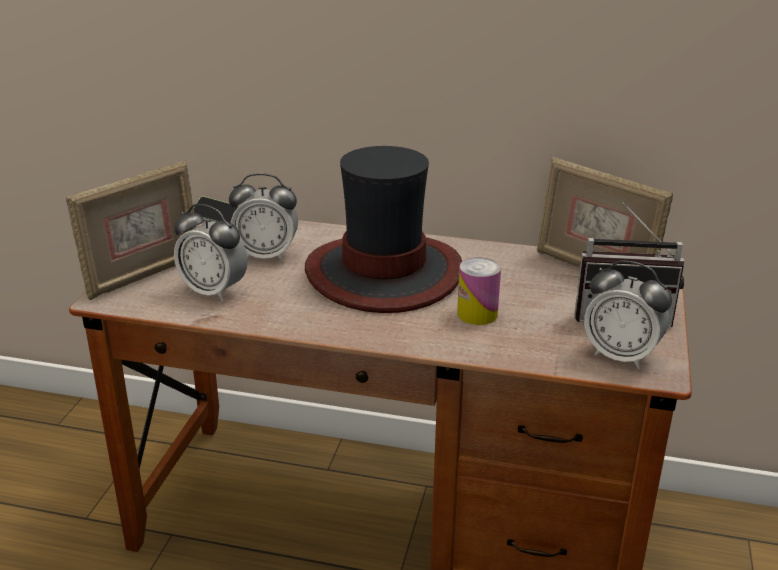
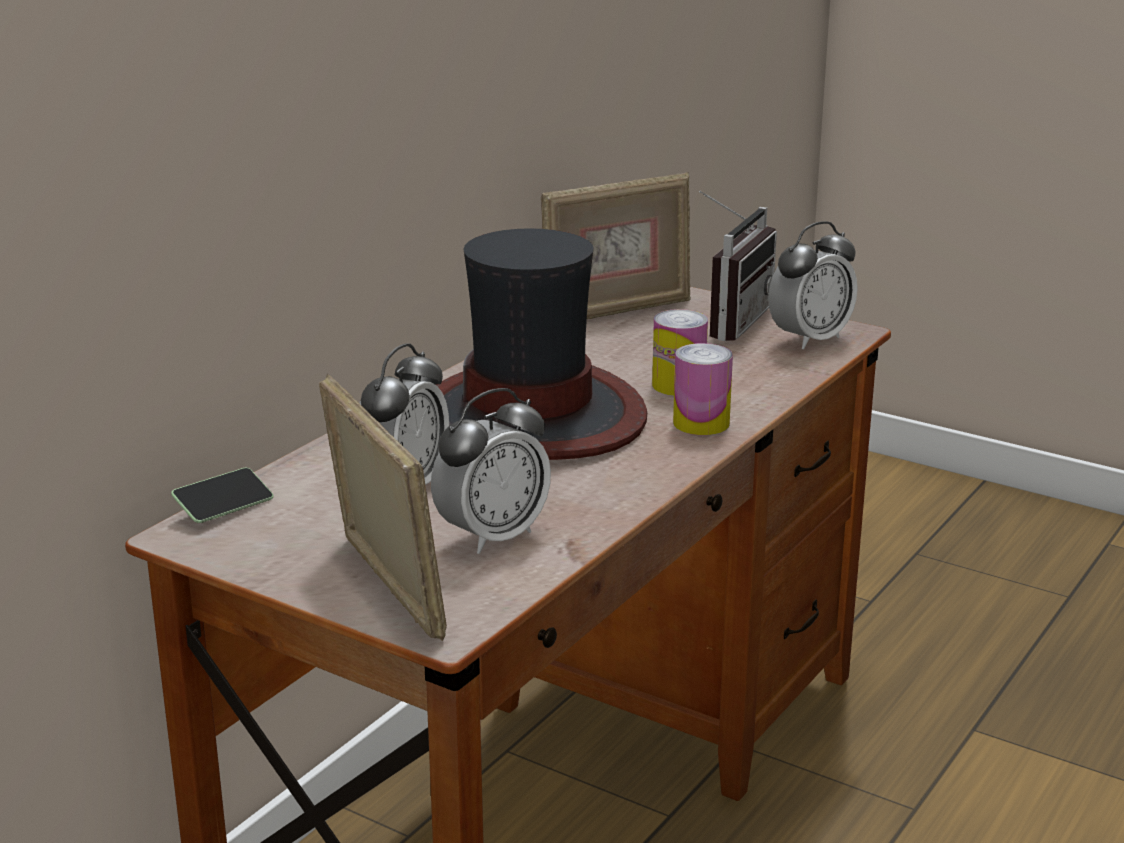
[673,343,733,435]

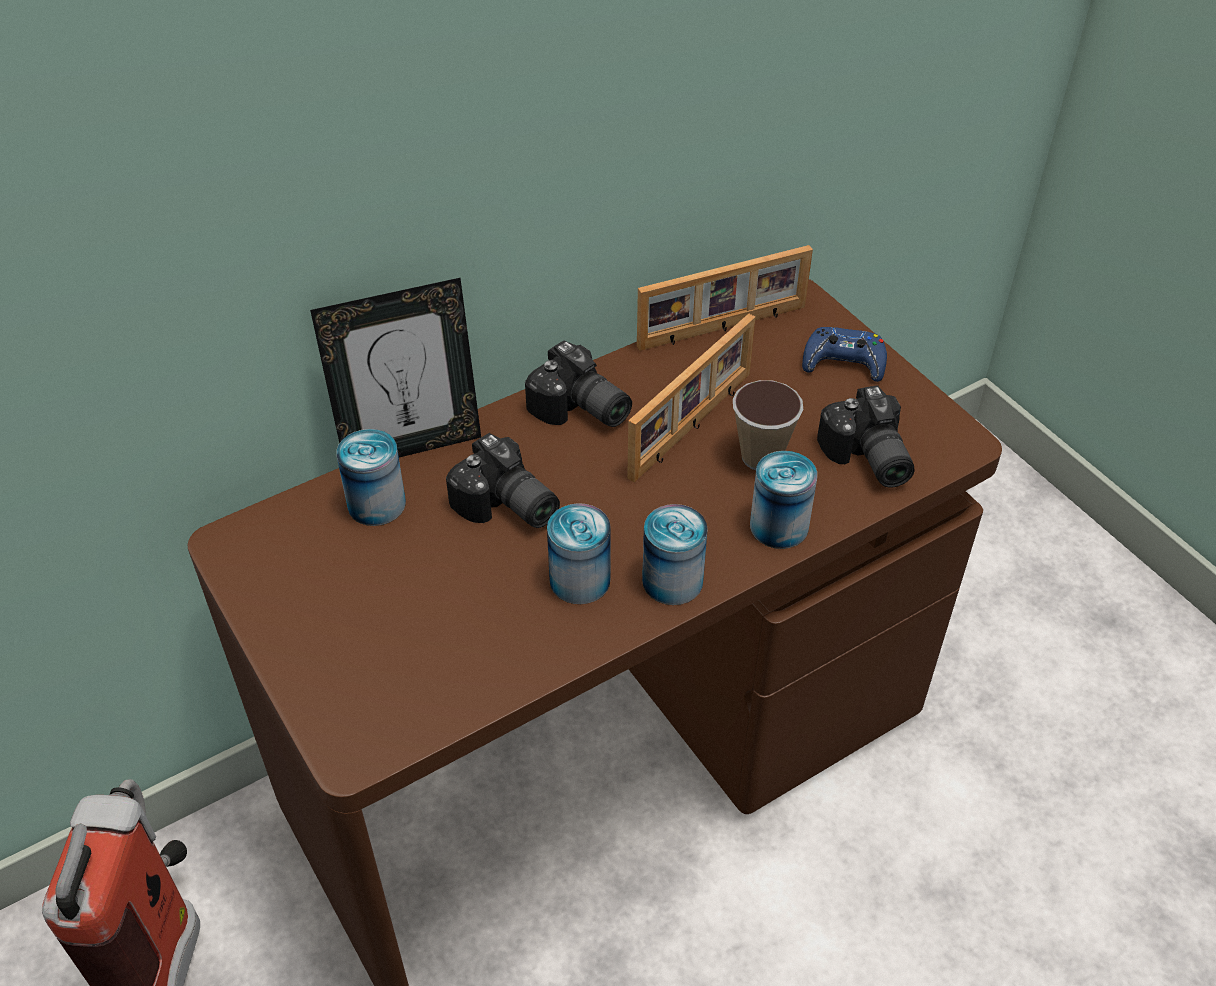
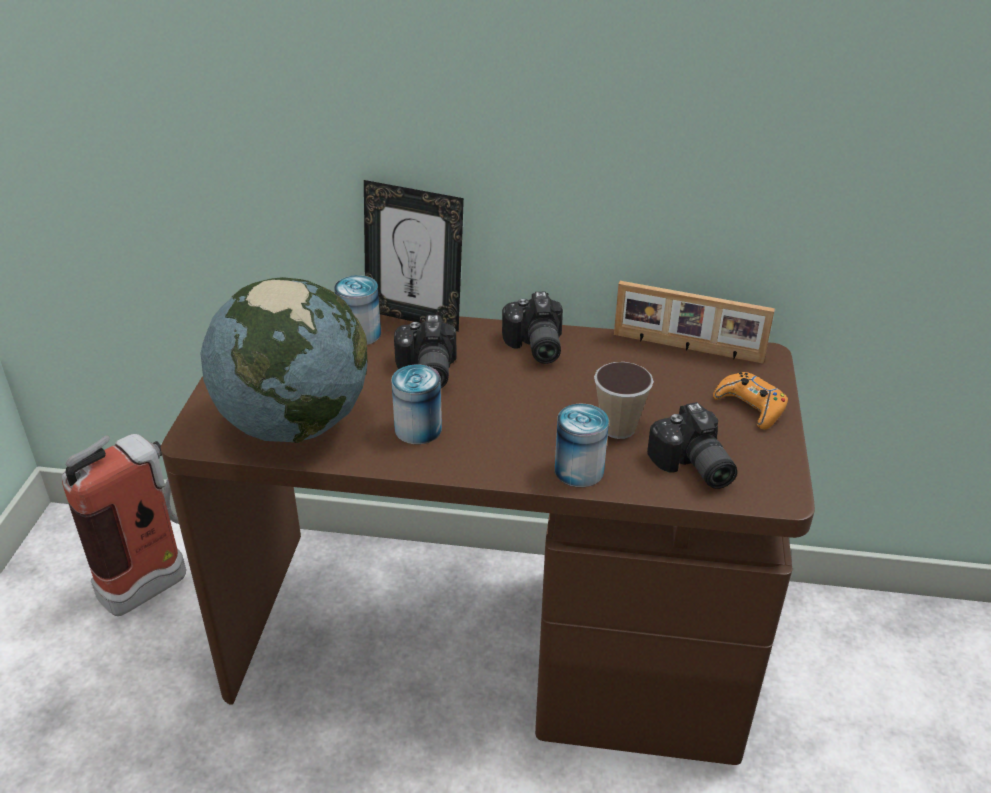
[627,313,756,482] (first image)
[642,504,708,605] (first image)
[200,277,368,443]
[713,372,788,430]
[647,402,737,489]

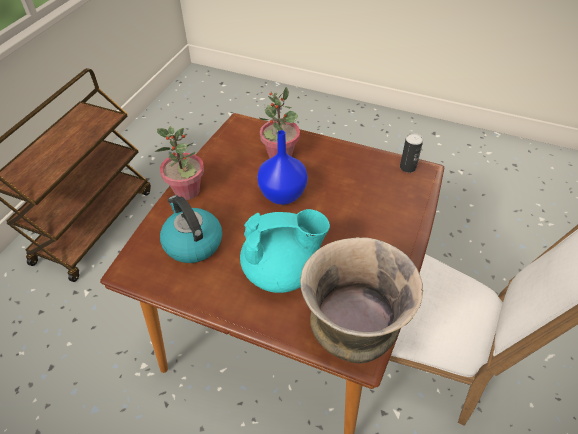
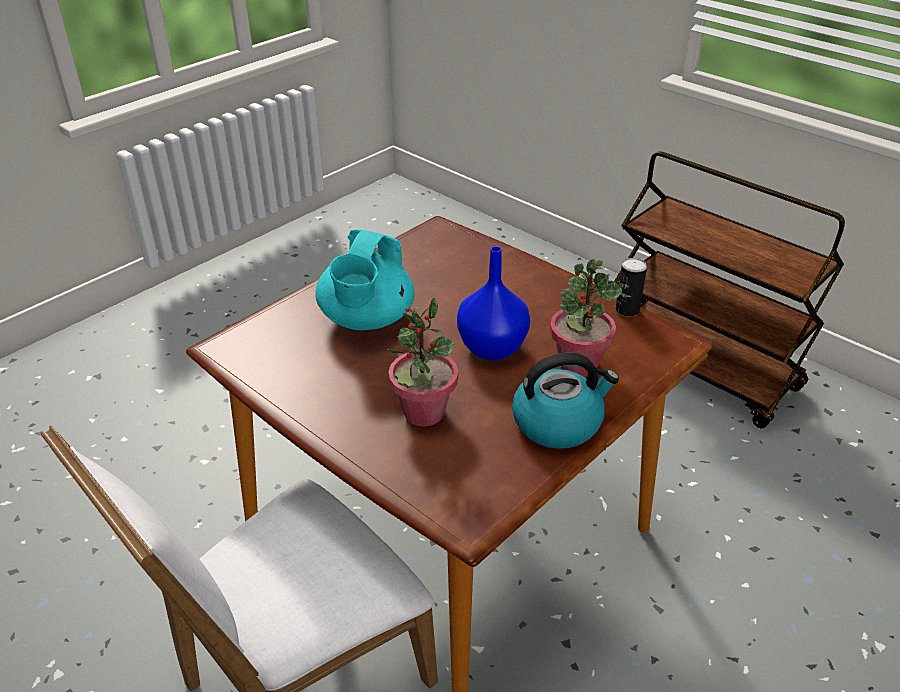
[300,237,423,363] (first image)
[387,297,458,426]
[512,353,619,449]
[616,258,647,317]

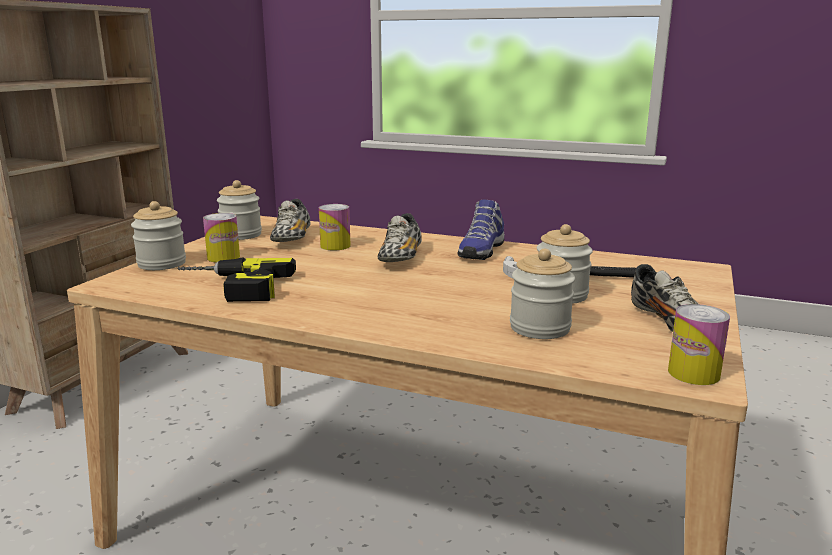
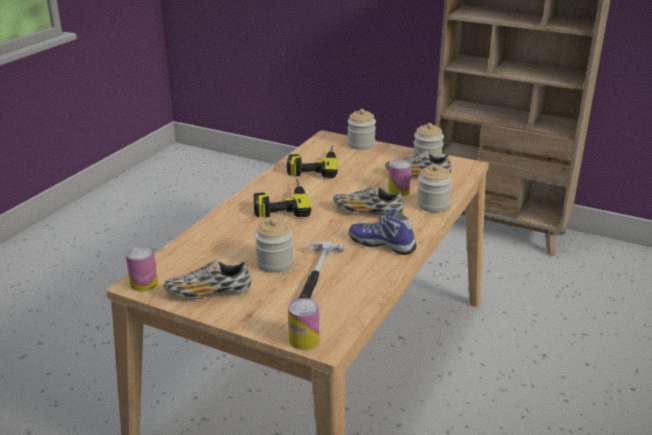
[254,179,311,218]
[288,298,319,350]
[417,164,452,212]

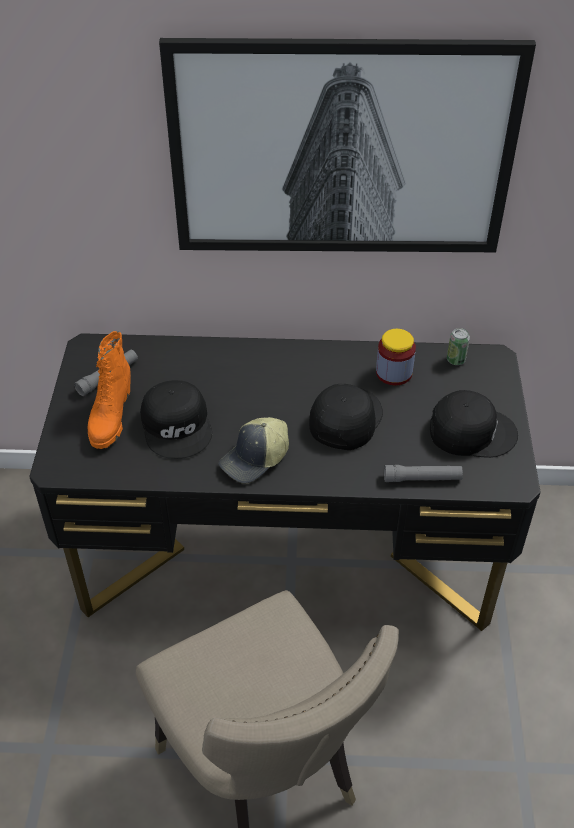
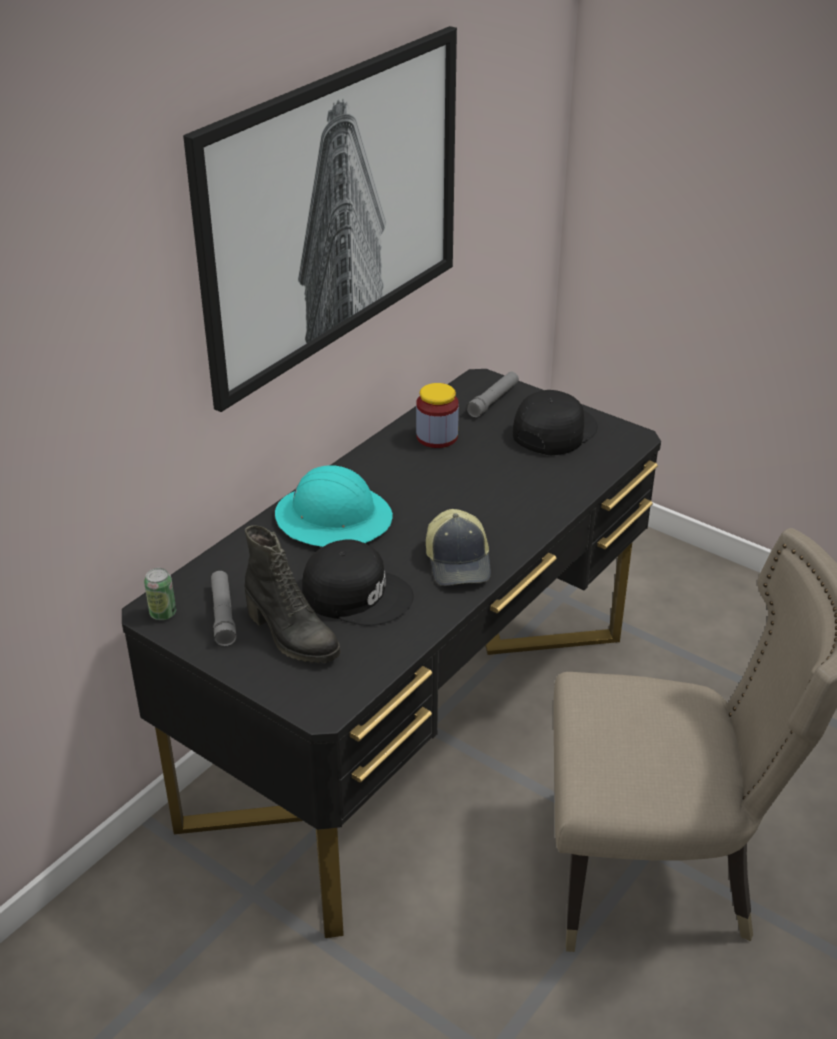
[309,384,383,450] (first image)
[275,465,393,547]
[466,372,519,418]
[144,568,176,620]
[244,525,341,663]

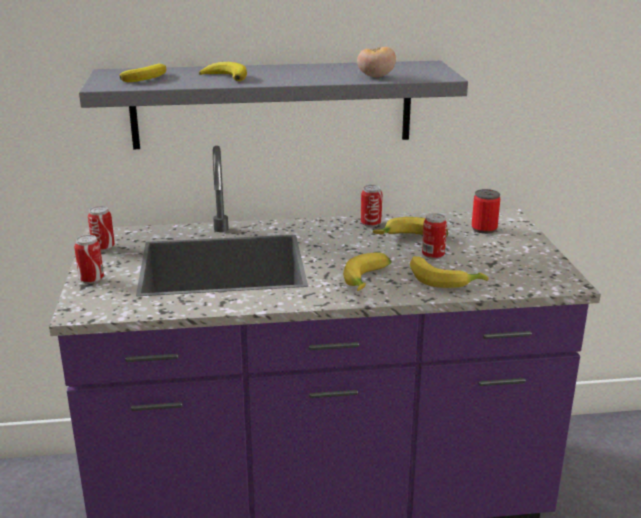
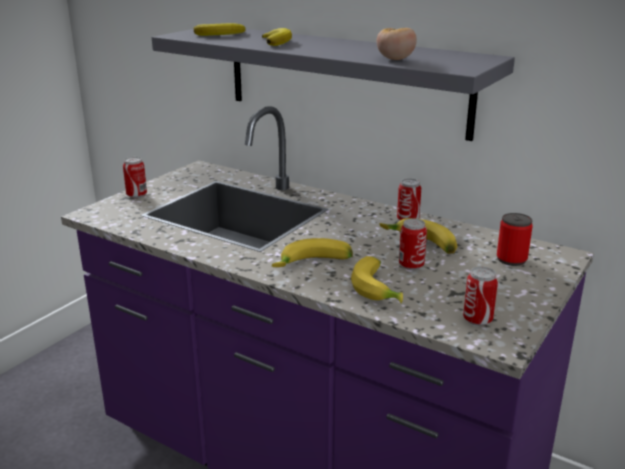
[463,267,498,326]

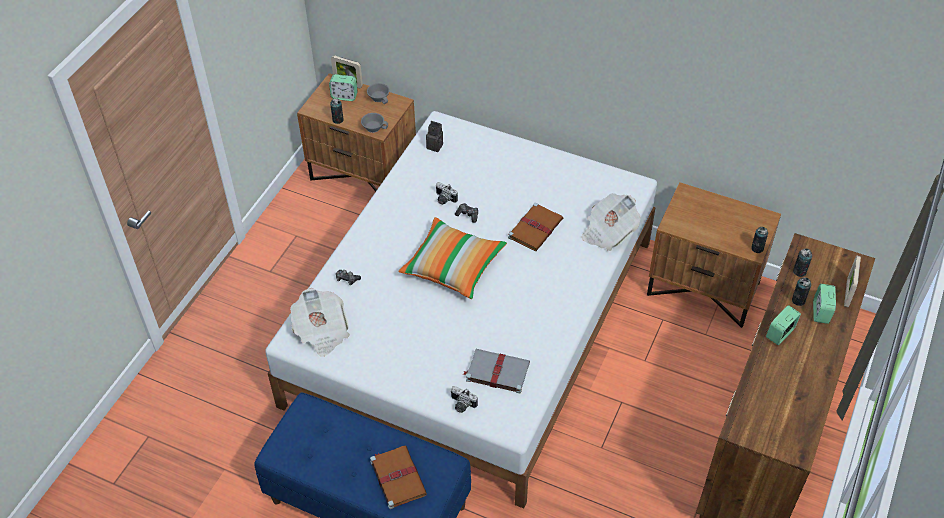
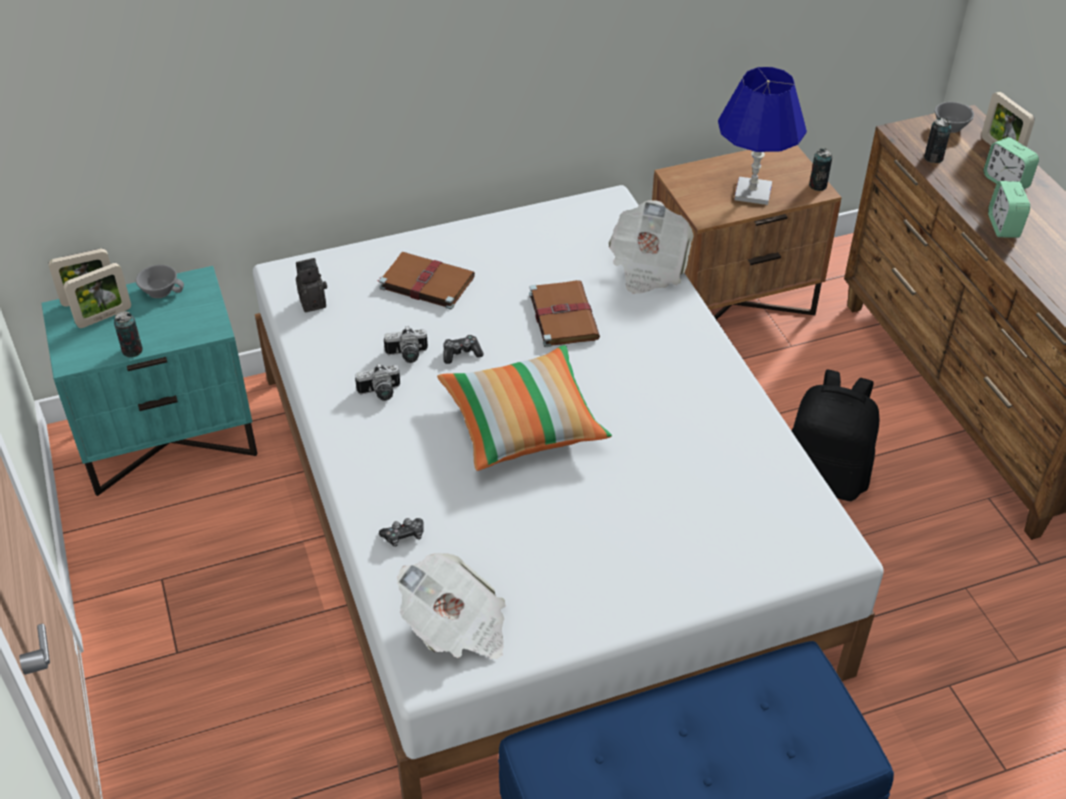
[463,349,530,394] (first image)
[792,277,811,306] (first image)
[718,67,807,205]
[792,370,879,501]
[935,102,974,133]
[378,252,475,310]
[355,363,400,401]
[63,263,131,328]
[41,266,258,496]

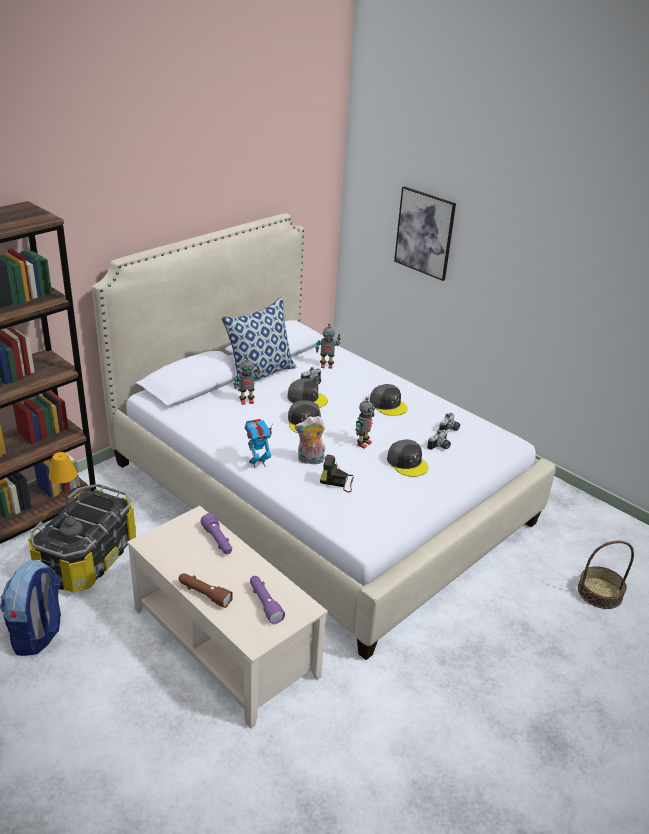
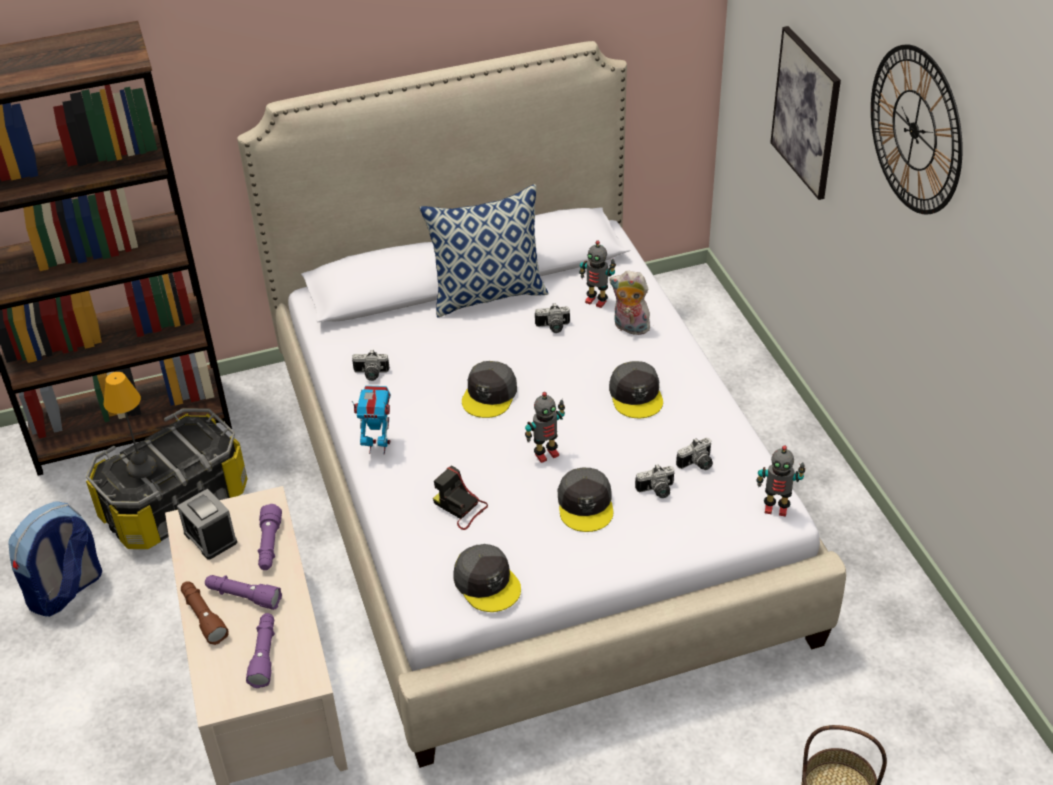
[177,488,237,560]
[205,575,282,610]
[352,350,390,381]
[871,44,963,215]
[756,445,805,517]
[453,544,521,612]
[609,270,653,335]

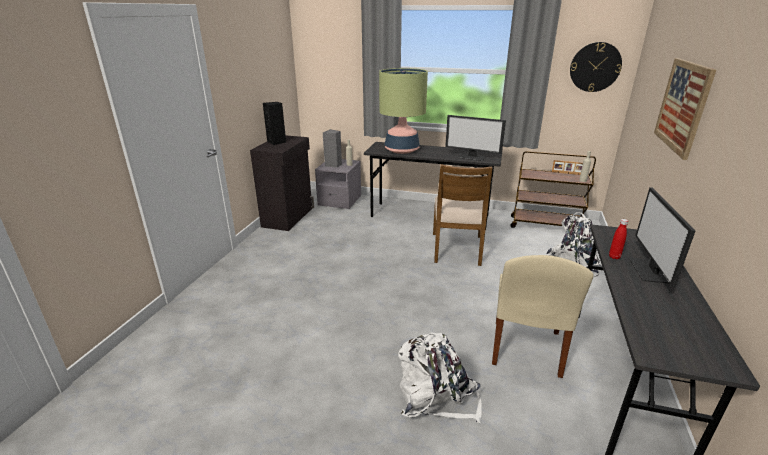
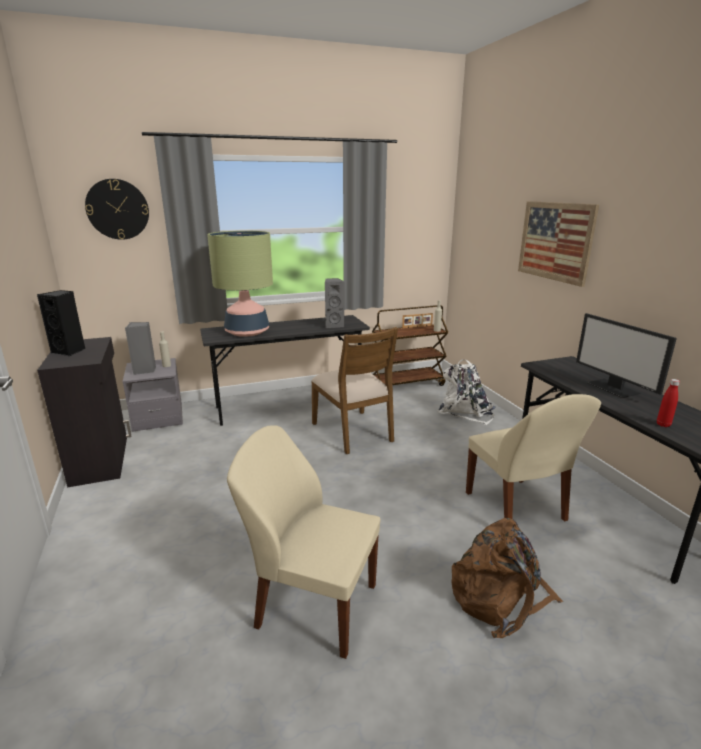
[227,425,380,659]
[85,179,149,240]
[657,379,680,427]
[325,278,344,328]
[451,518,563,638]

